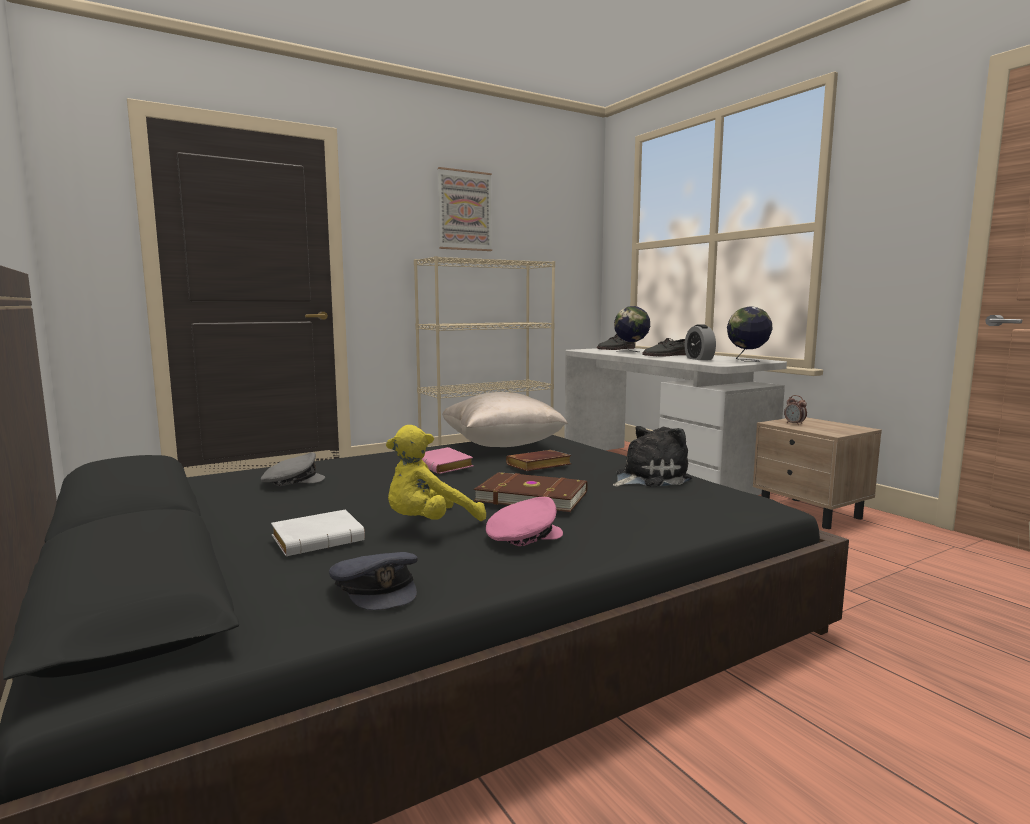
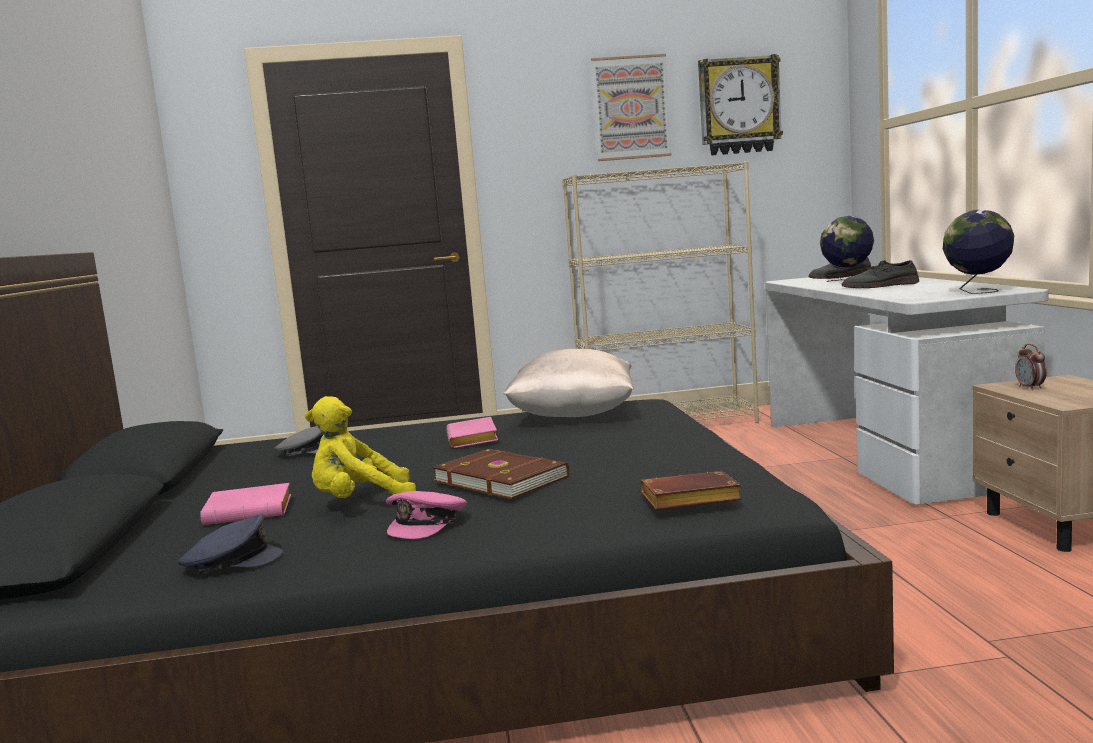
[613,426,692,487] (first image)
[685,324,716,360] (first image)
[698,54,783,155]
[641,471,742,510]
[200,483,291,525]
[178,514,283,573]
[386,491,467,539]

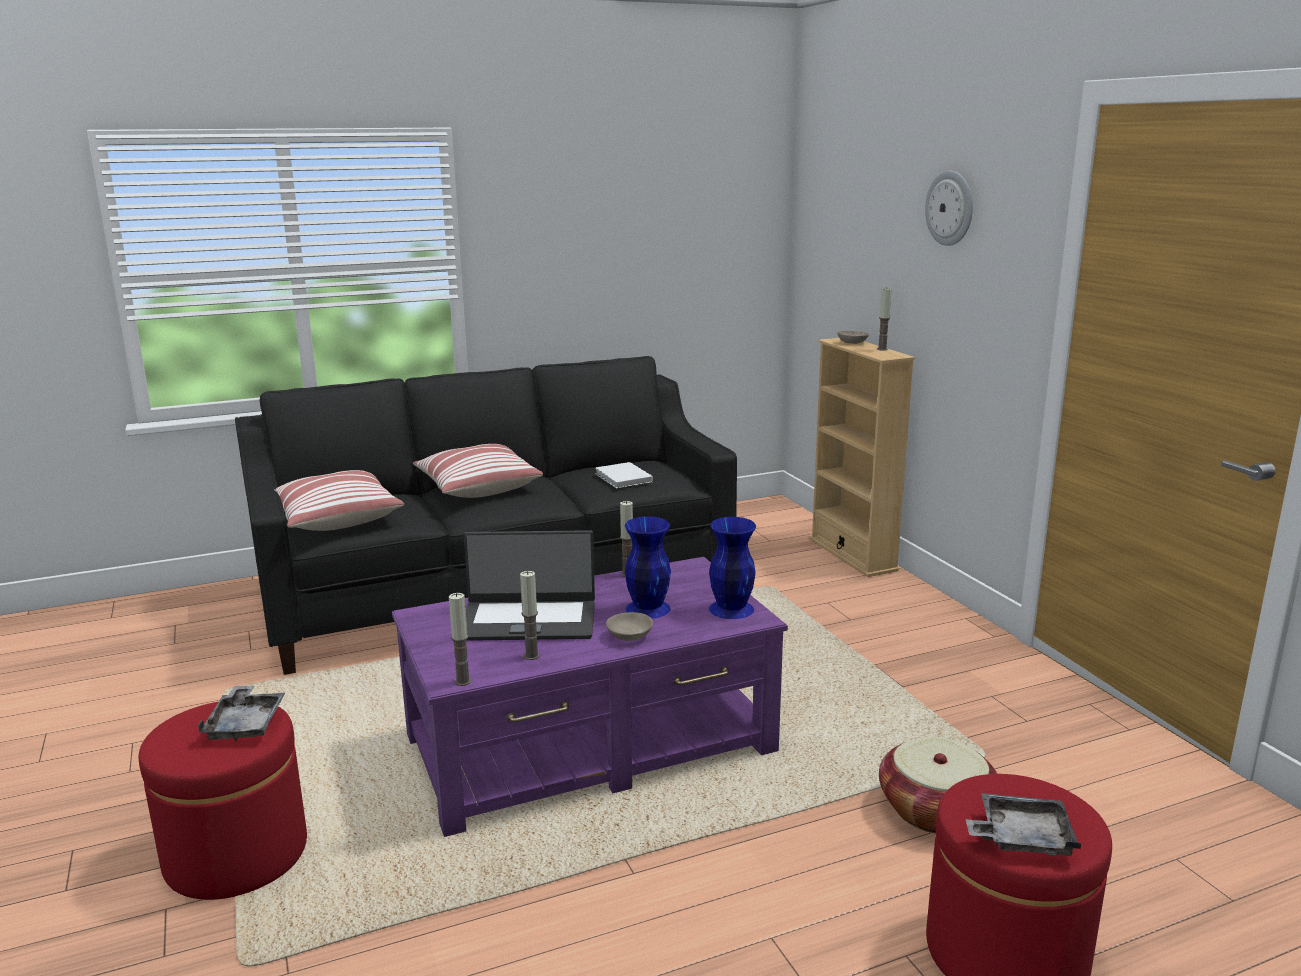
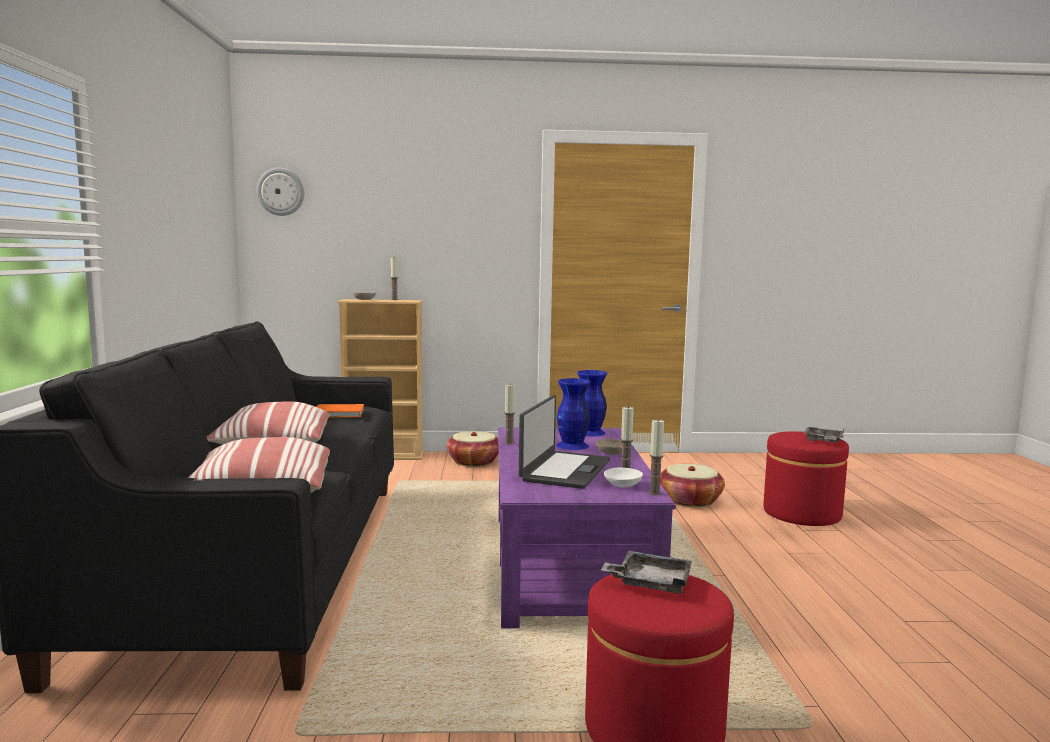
[446,431,499,467]
[604,468,643,488]
[257,168,304,216]
[317,404,364,417]

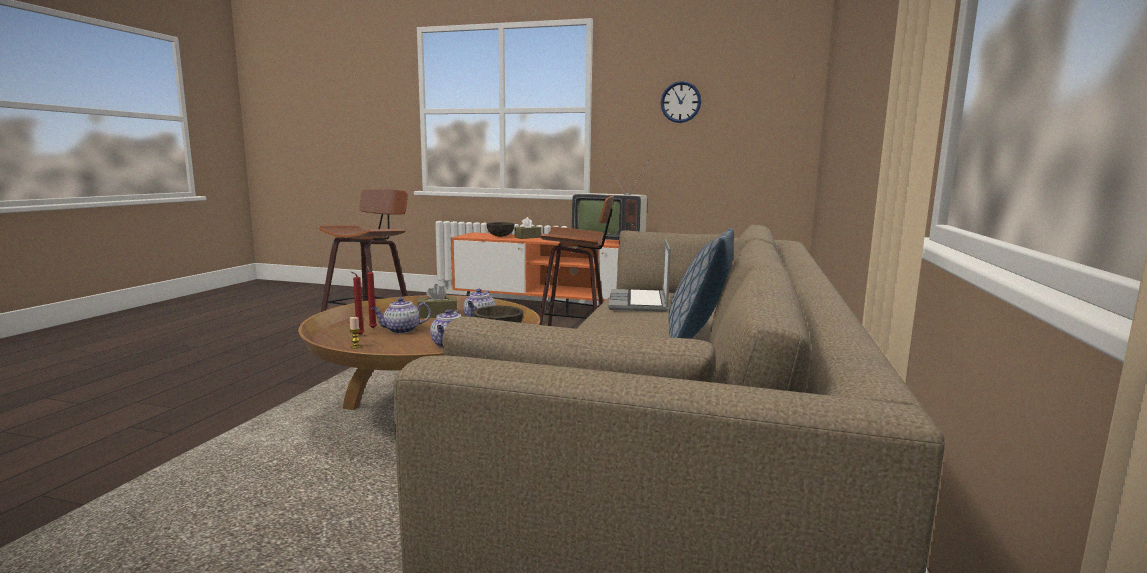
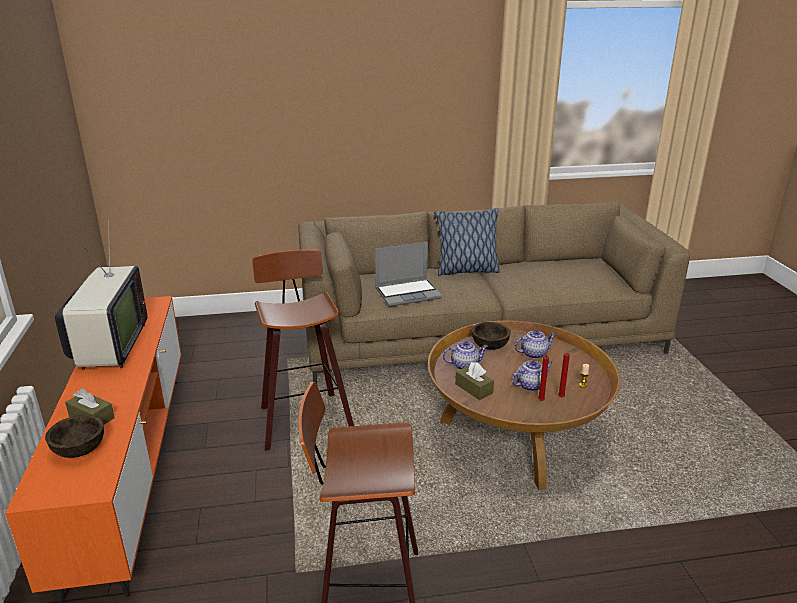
[661,81,701,123] (first image)
[512,361,552,391]

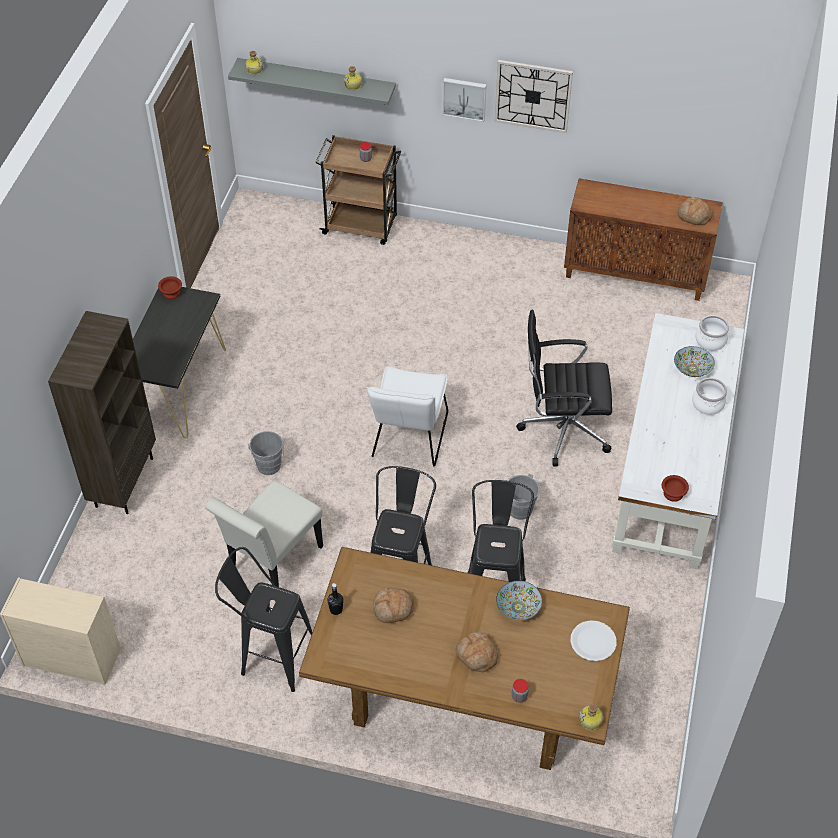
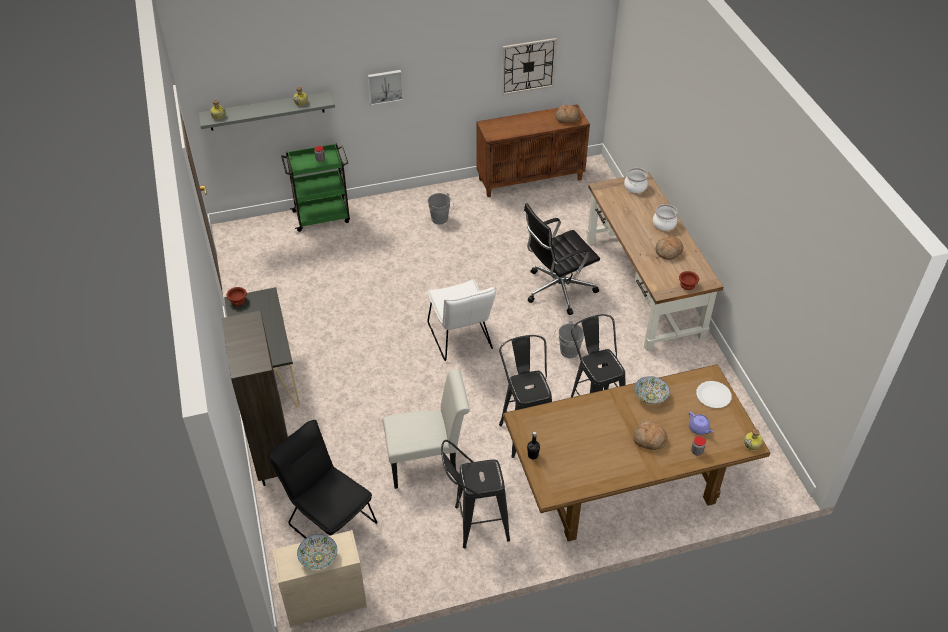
[268,420,377,539]
[689,412,714,435]
[428,193,454,225]
[655,236,683,260]
[502,38,557,95]
[297,534,337,569]
[281,143,350,232]
[587,173,723,351]
[382,369,470,489]

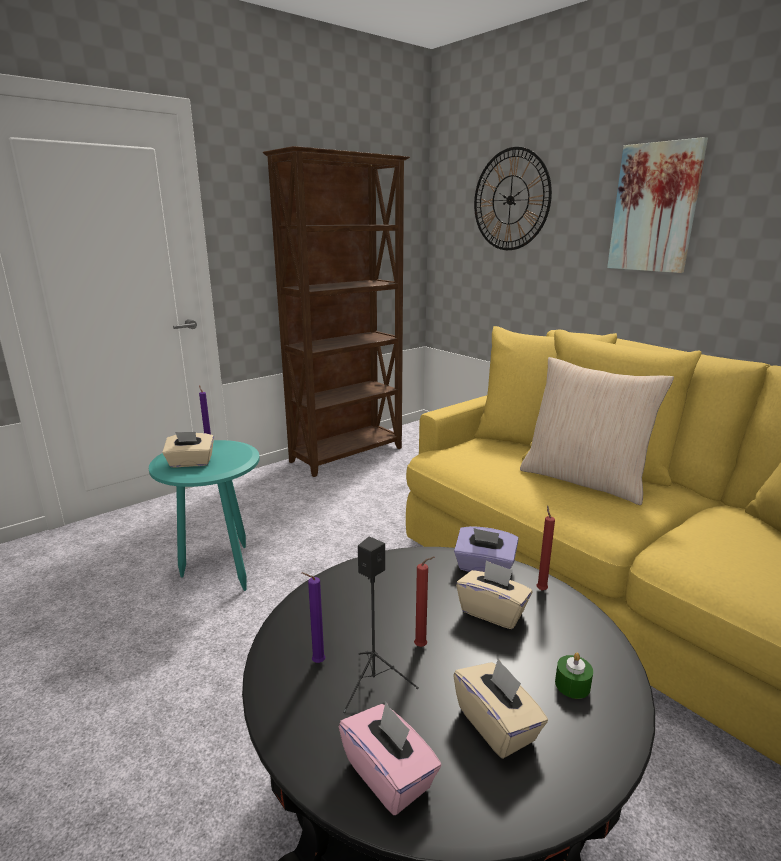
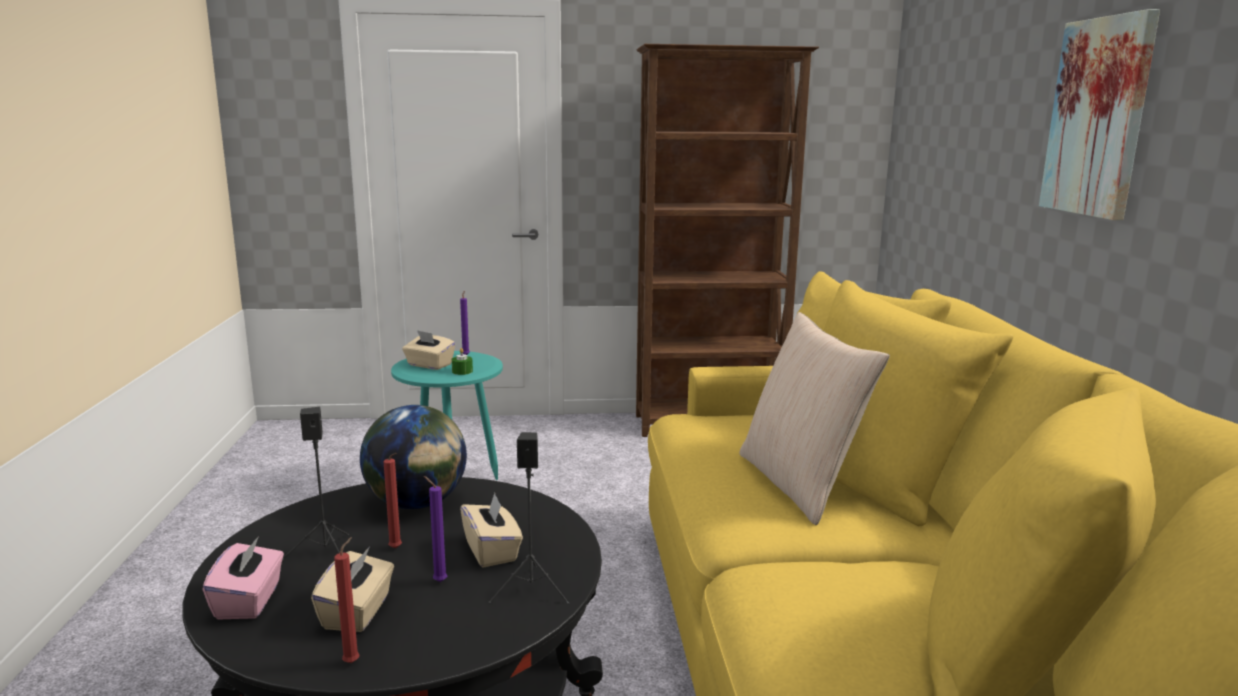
[454,526,519,572] (first image)
[474,147,552,250] (first image)
[360,405,467,509]
[488,432,569,604]
[424,476,447,582]
[334,537,359,663]
[452,348,473,375]

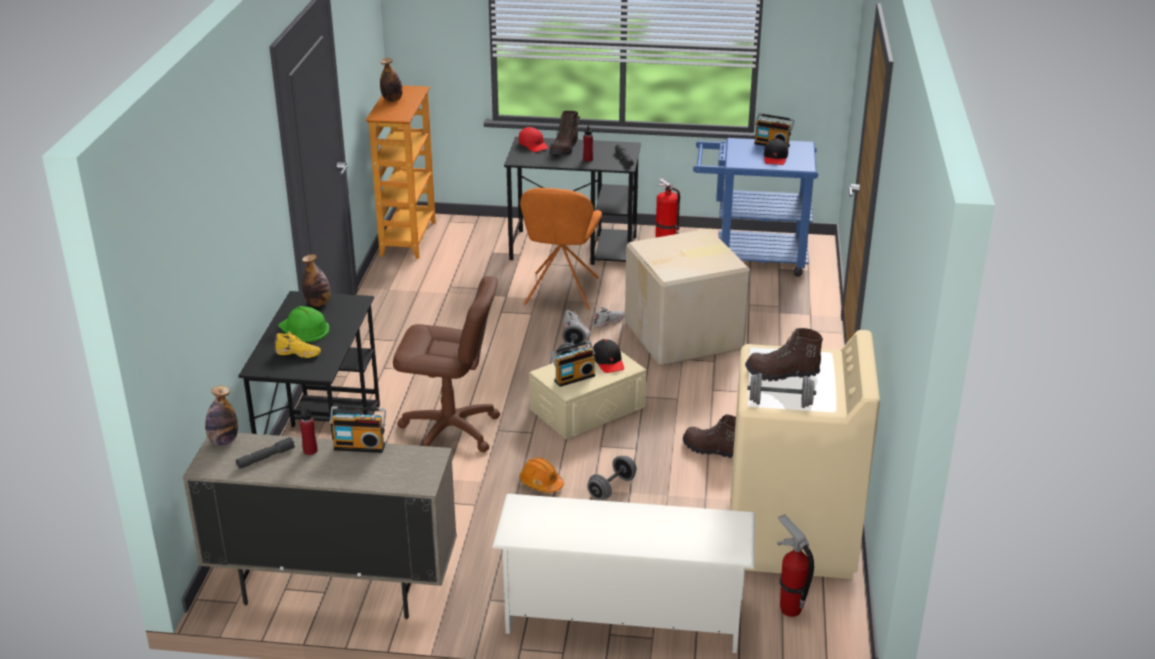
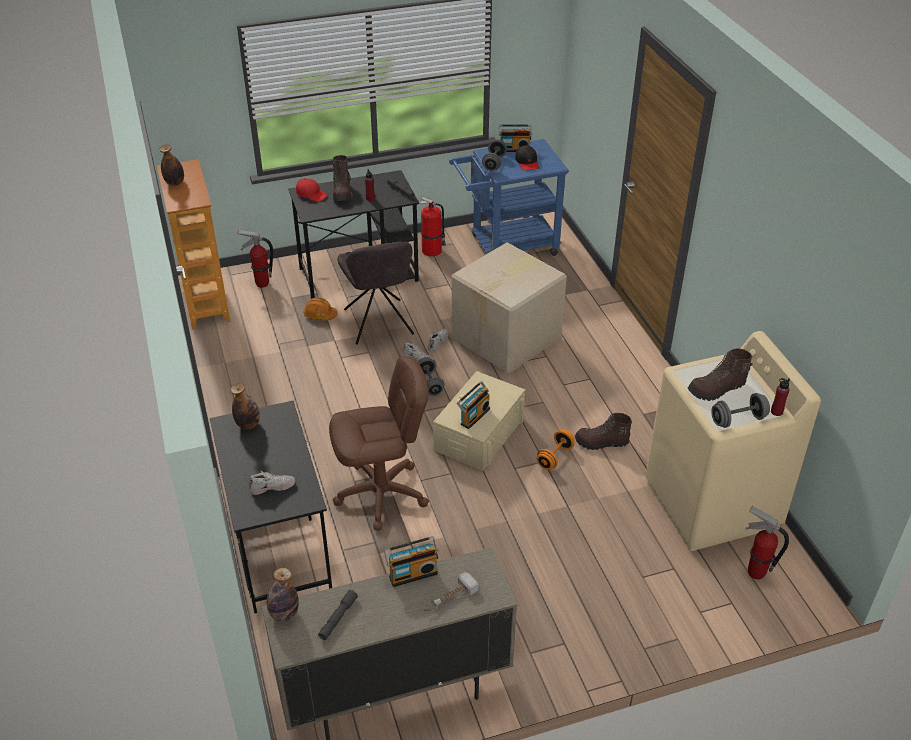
[278,306,330,342] (first image)
[492,494,755,653] (first image)
[593,339,624,373] (first image)
[237,230,273,288]
[424,572,479,611]
[537,429,575,470]
[771,378,790,416]
[304,297,338,320]
[482,139,507,171]
[249,471,295,495]
[337,242,414,344]

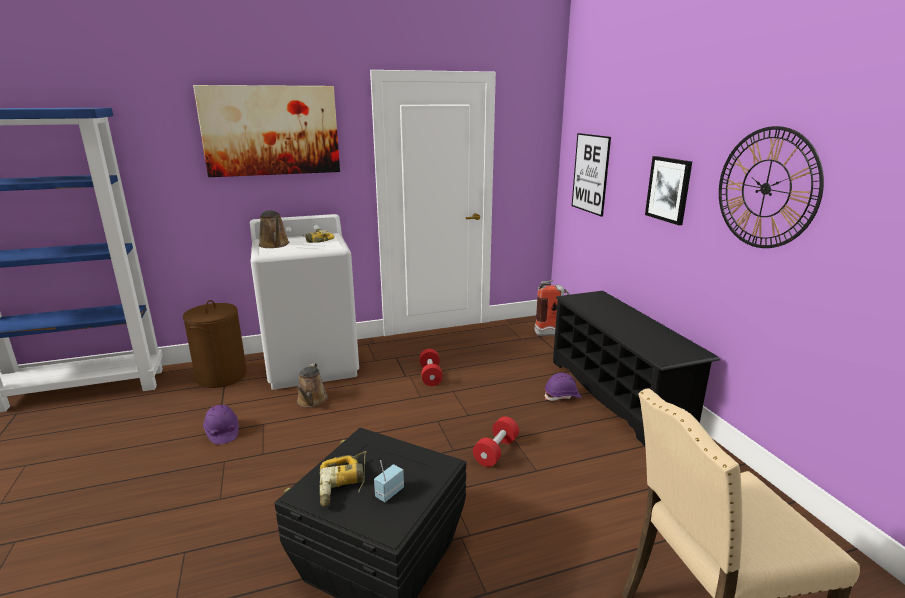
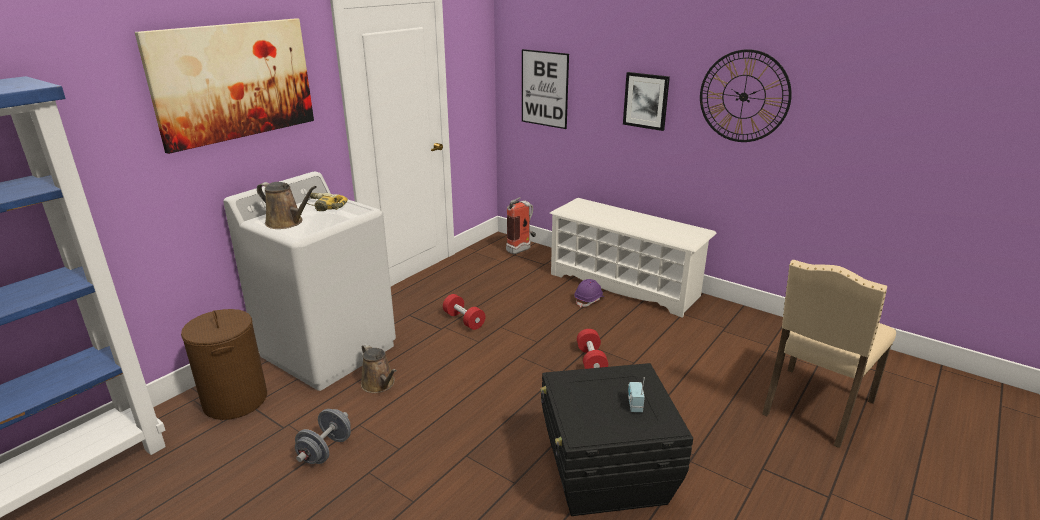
[320,451,367,507] (first image)
[295,409,351,464]
[549,198,717,318]

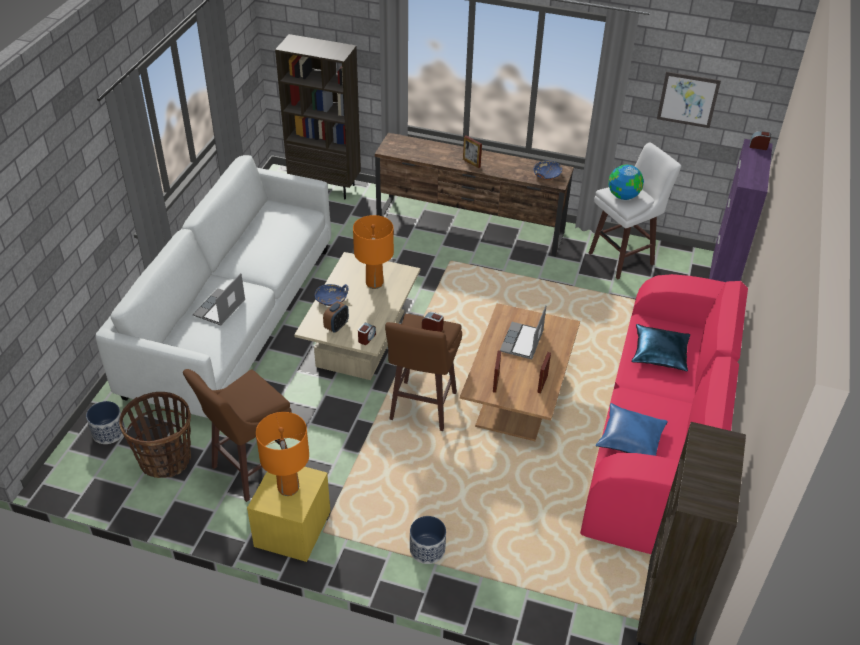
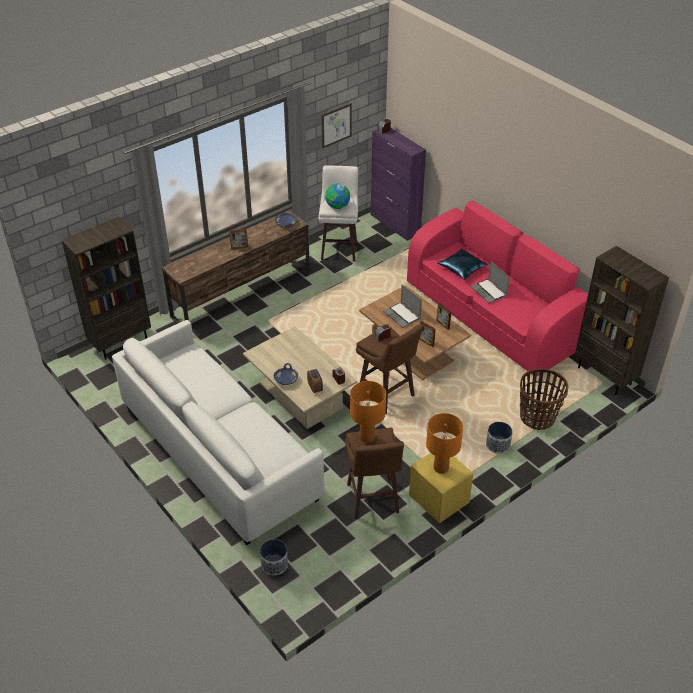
[596,403,668,456] (first image)
[520,368,568,430]
[471,261,510,303]
[350,381,386,443]

